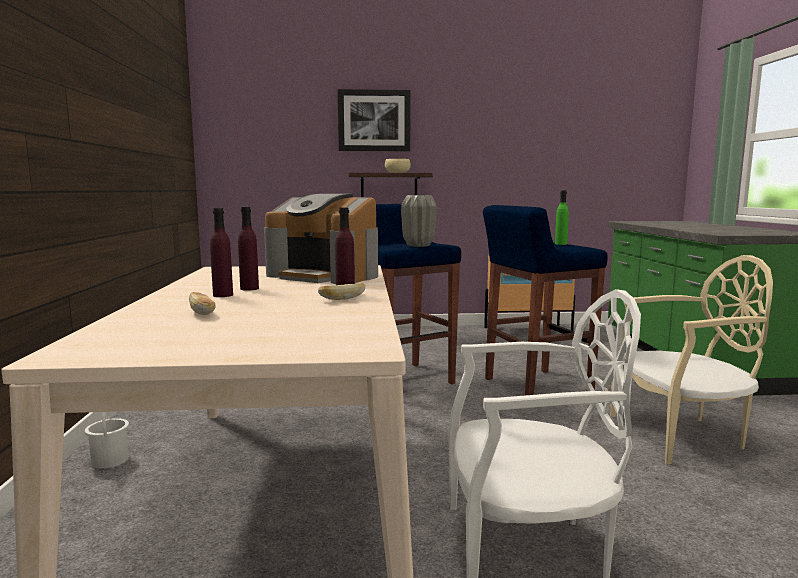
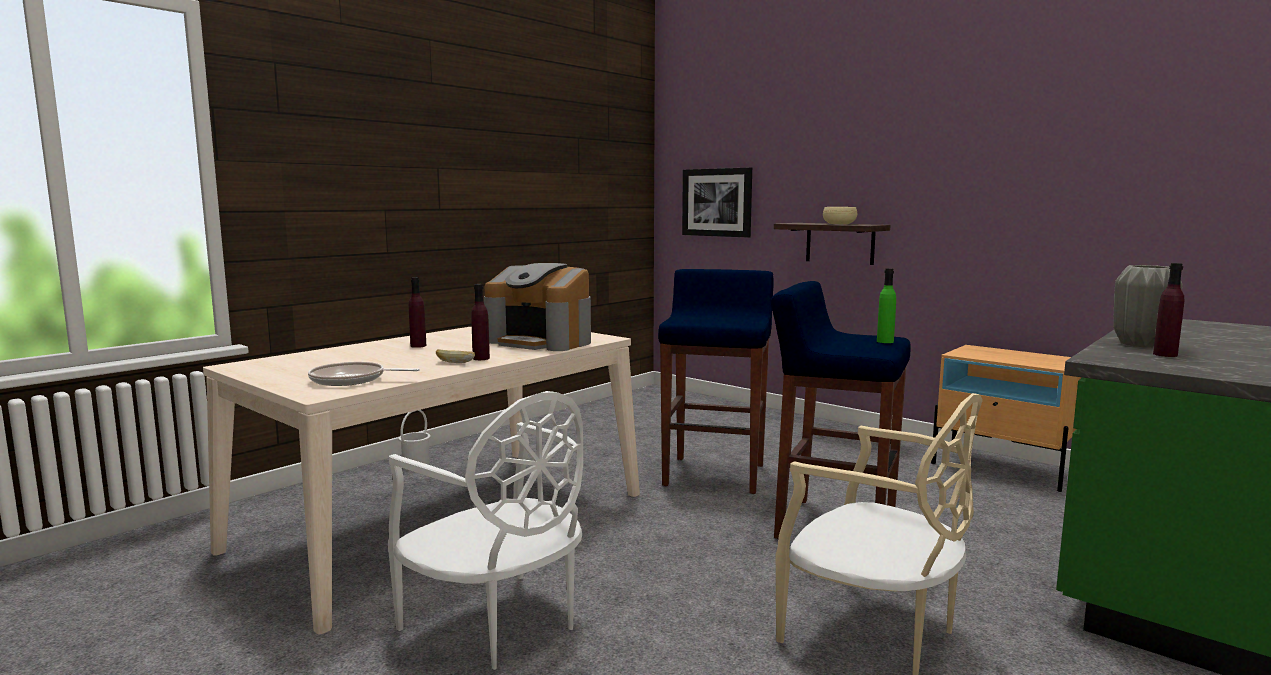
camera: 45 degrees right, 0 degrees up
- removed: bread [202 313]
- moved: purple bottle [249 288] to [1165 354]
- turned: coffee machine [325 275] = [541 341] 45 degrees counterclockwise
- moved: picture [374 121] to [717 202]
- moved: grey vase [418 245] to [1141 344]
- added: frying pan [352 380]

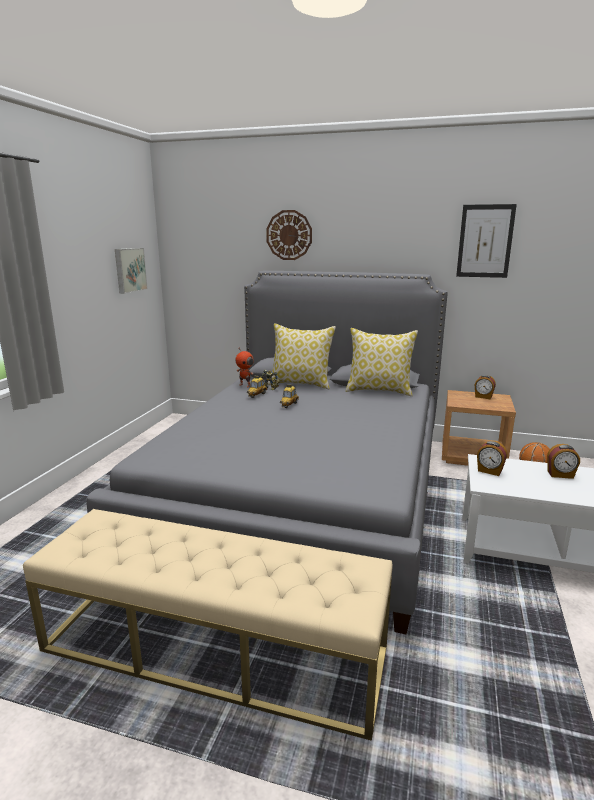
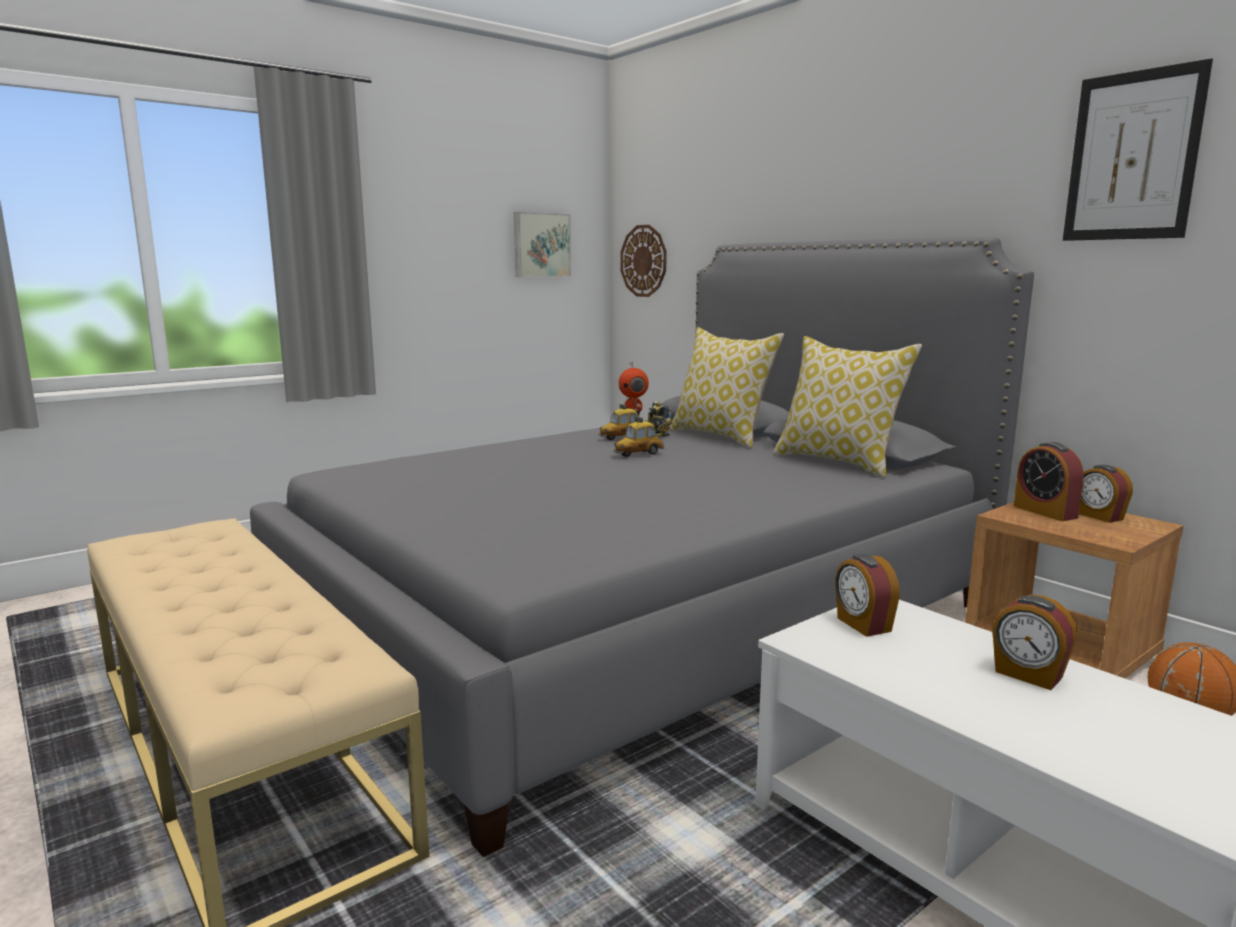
camera: 35 degrees right, 5 degrees down
- moved: wall clock [289 235] to [643 261]
- added: alarm clock [1045 512]

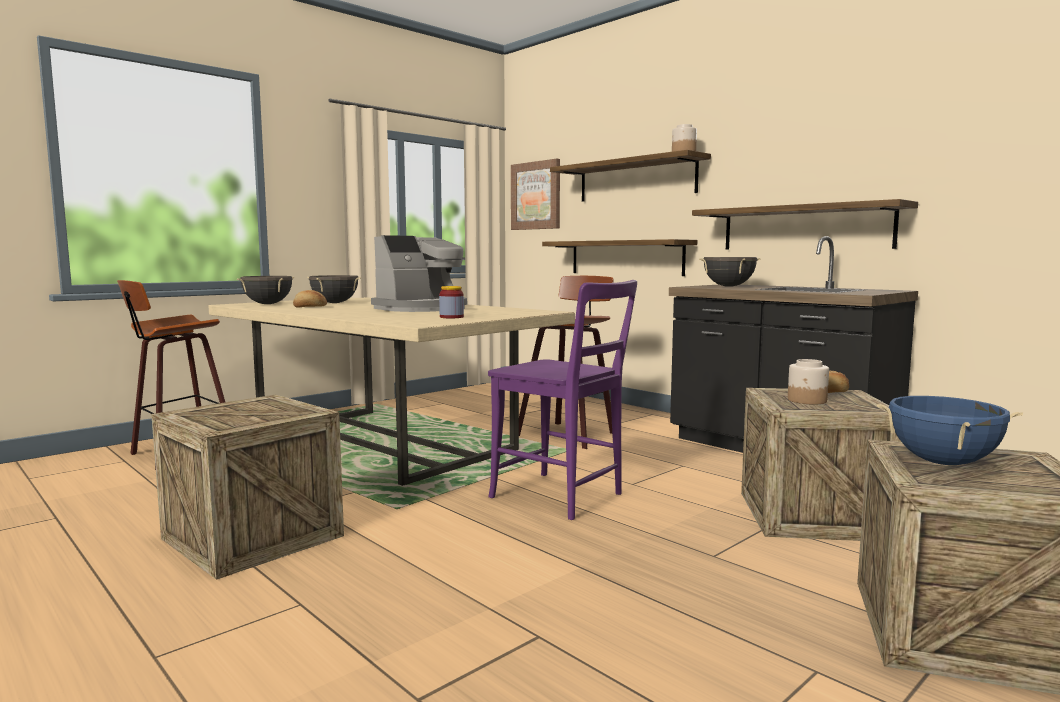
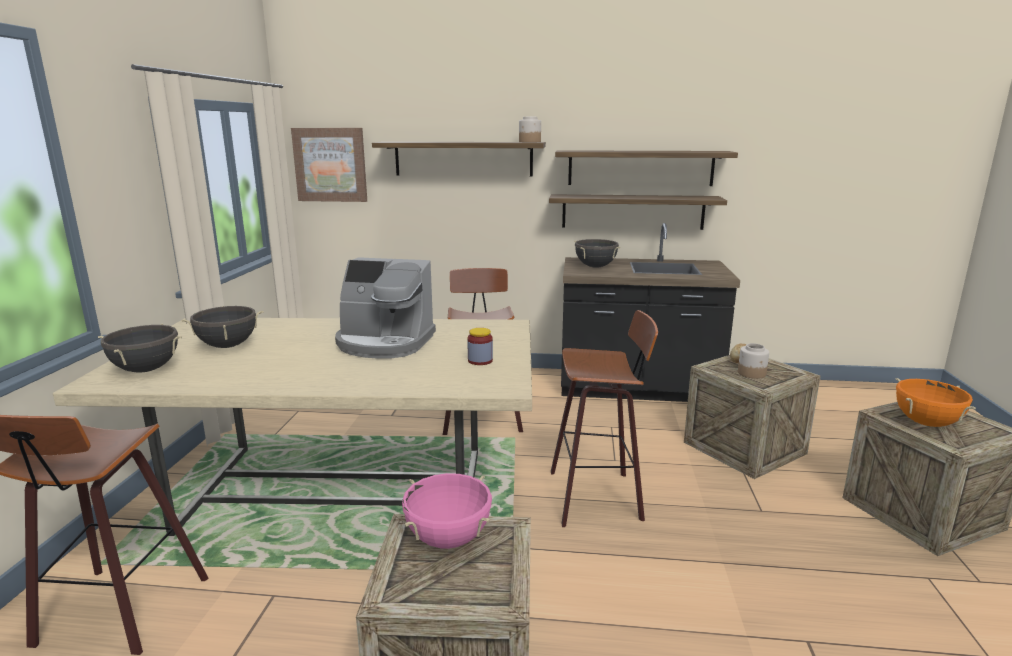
camera: 40 degrees left, 10 degrees up
- removed: bread [310 307]
- turned: coffee machine [422 309] = [384 343] 90 degrees clockwise
- replaced: purple chair [562 497] to stool [598 496]
- moved: shelf [625 257] to [640 168]
- recoloured: blue cooking pot [942 462] to orange cooking pot [926 423]
- added: pink cooking pot [448 539]

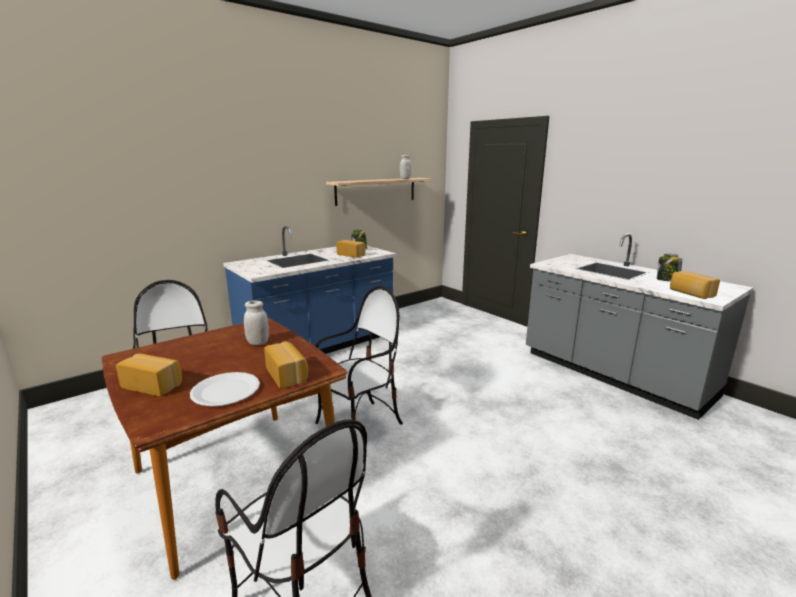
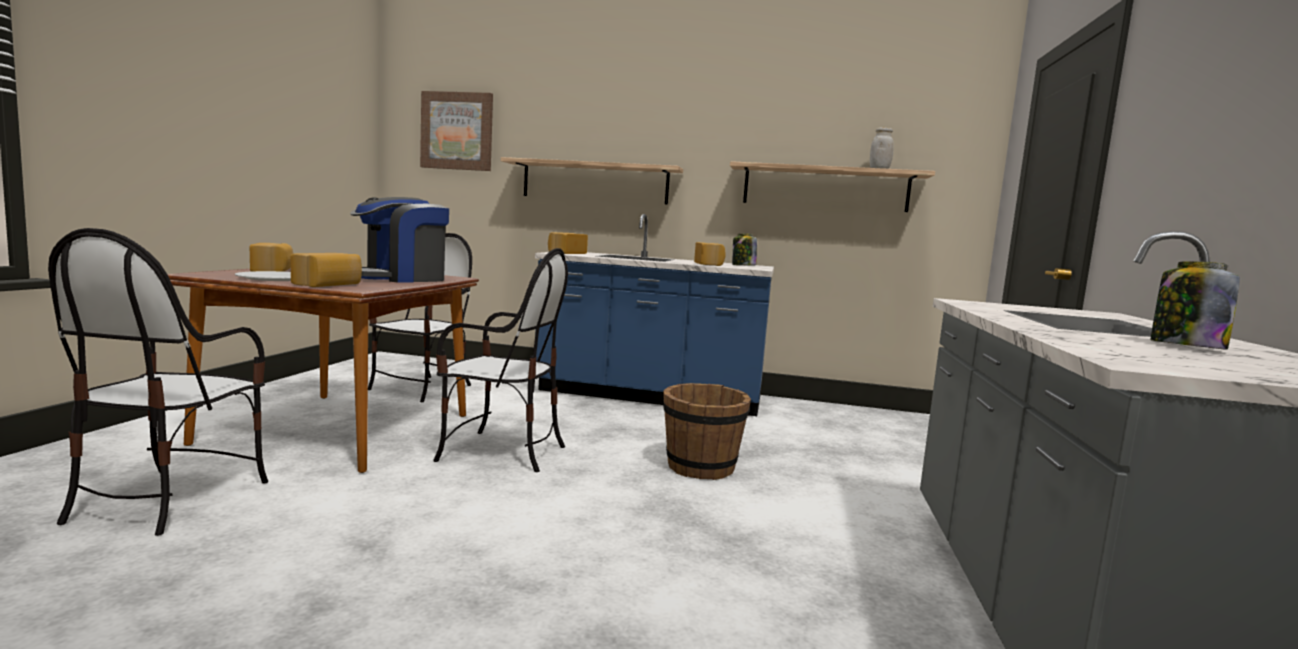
camera: 50 degrees right, 10 degrees down
- replaced: white jar [258 343] to coffee machine [400 278]
- moved: bread [690 293] to [566 253]
- added: picture [457 131]
- added: shelf [595 182]
- added: brown bucket [700 467]

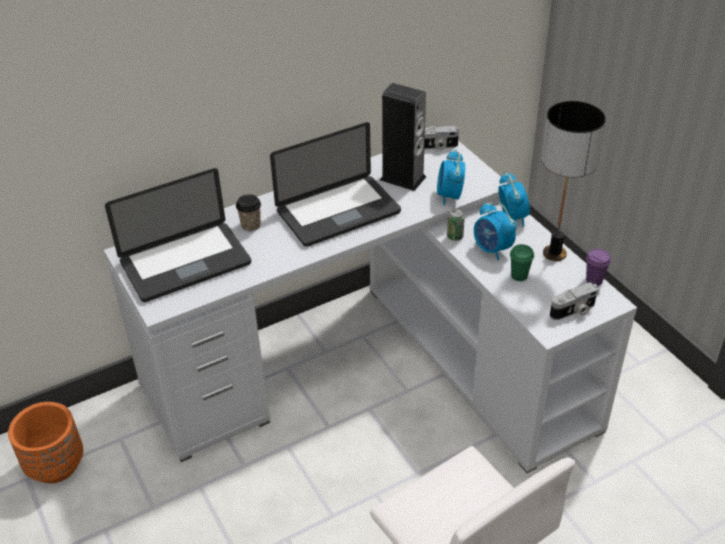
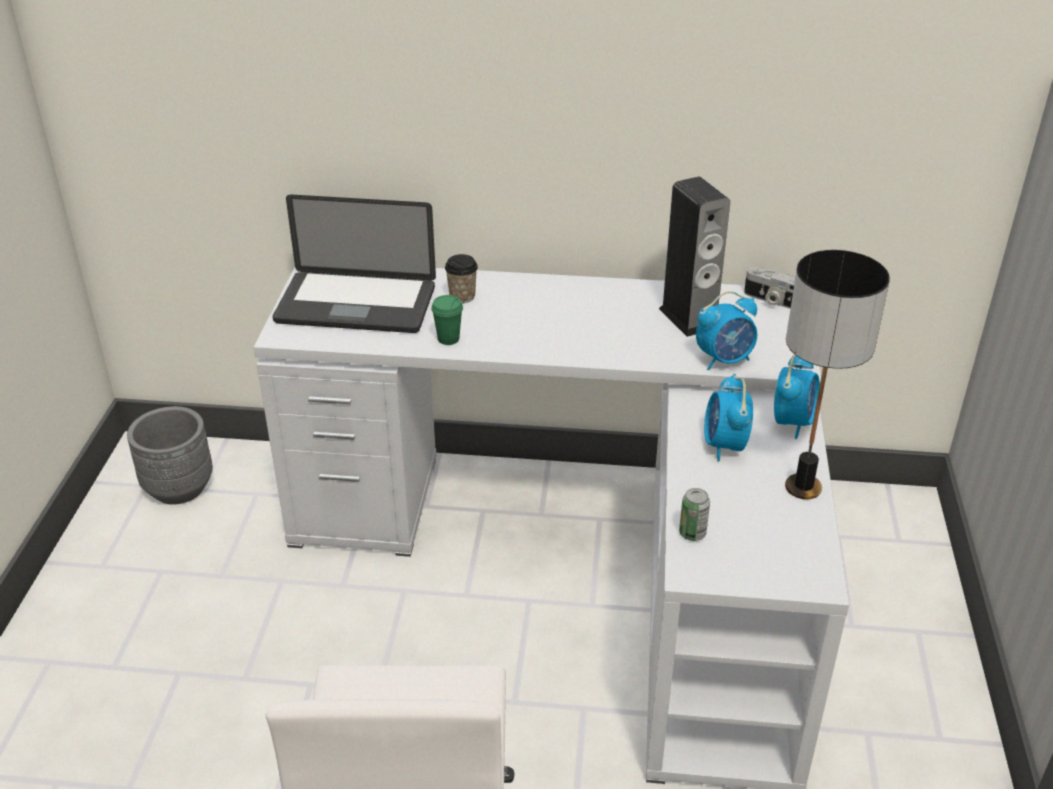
camera: 35 degrees right, 5 degrees down
- recoloured: orange planter [56 466] to grey planter [178 488]
- removed: laptop [338 212]
- turned: alarm clock [450 196] = [724 360] 150 degrees counterclockwise
- moved: can [455 236] to [692 533]
- moved: green cup [519 276] to [448 339]
- removed: photo camera [573 311]
- removed: purple cup [594 280]

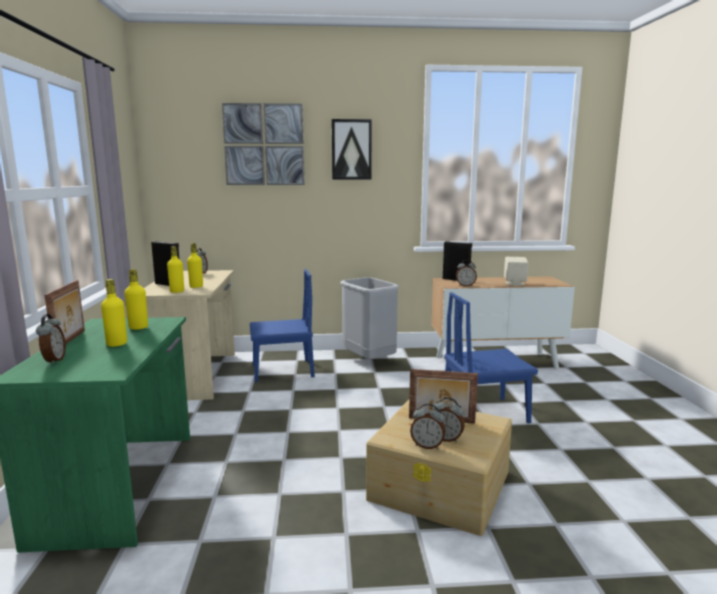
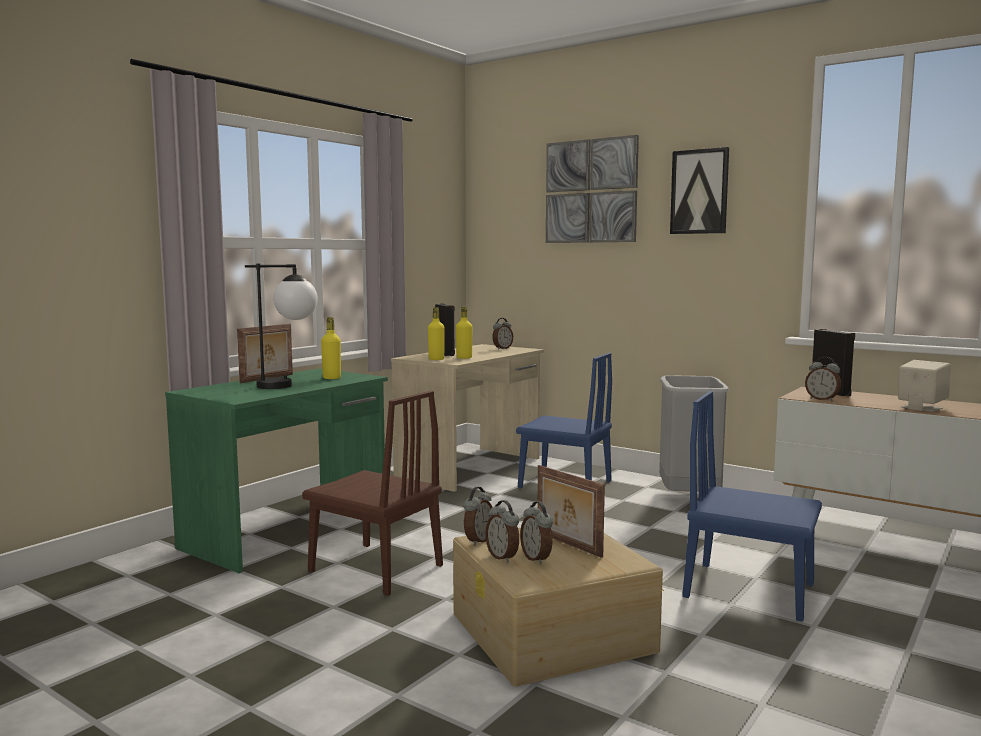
camera: 40 degrees right, 5 degrees down
- moved: alarm clock [53 361] to [478 540]
- replaced: yellow bottle [117 344] to table lamp [288 385]
- added: brown chair [375 568]

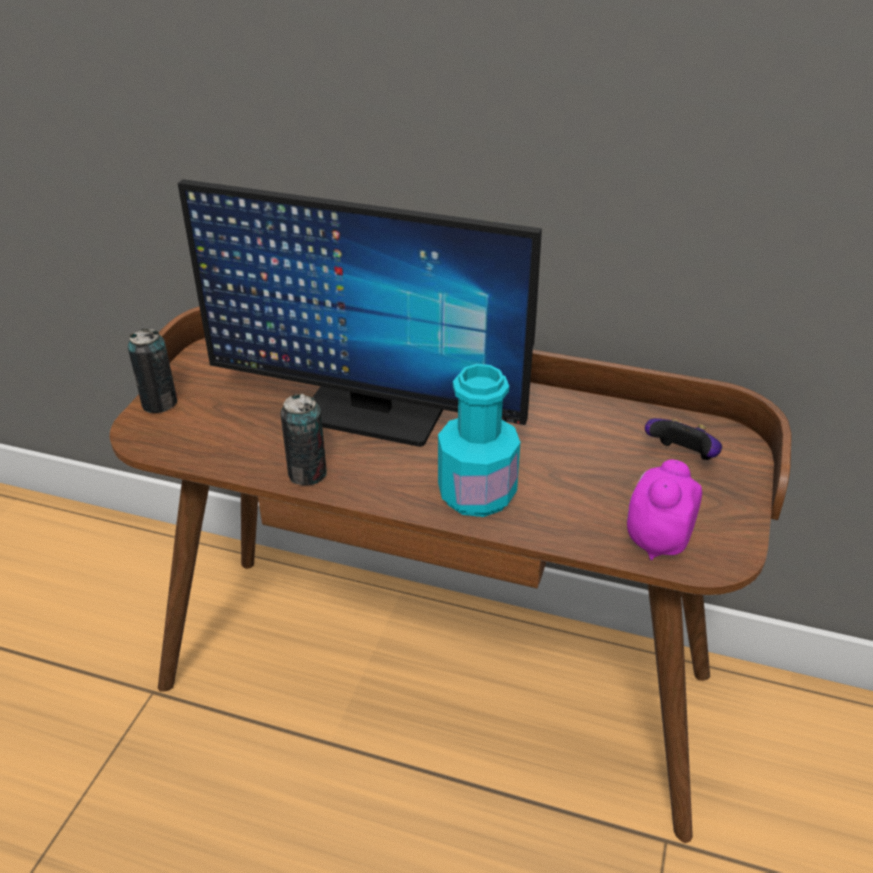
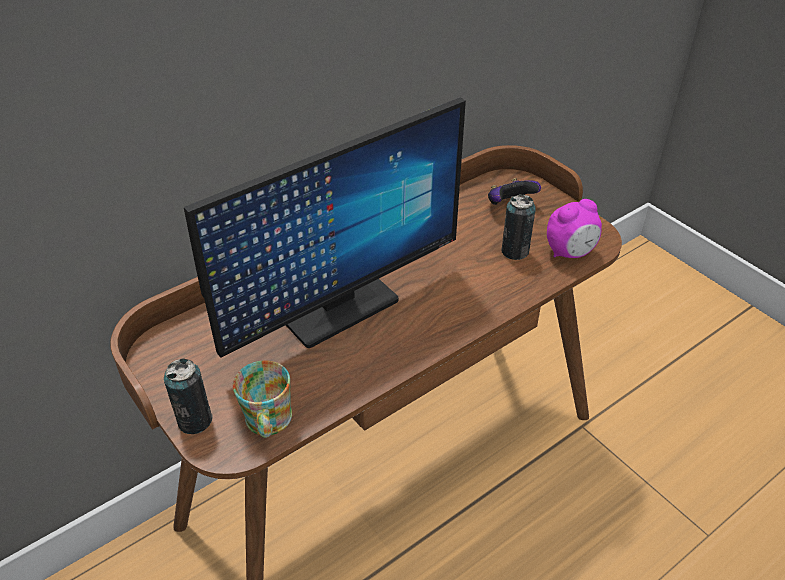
camera: 55 degrees left, 5 degrees up
- moved: can [307 474] to [515 251]
- removed: turquoise bottle [477 494]
- turned: alarm clock [656 541] = [570 252] 90 degrees counterclockwise
- added: mug [267 423]

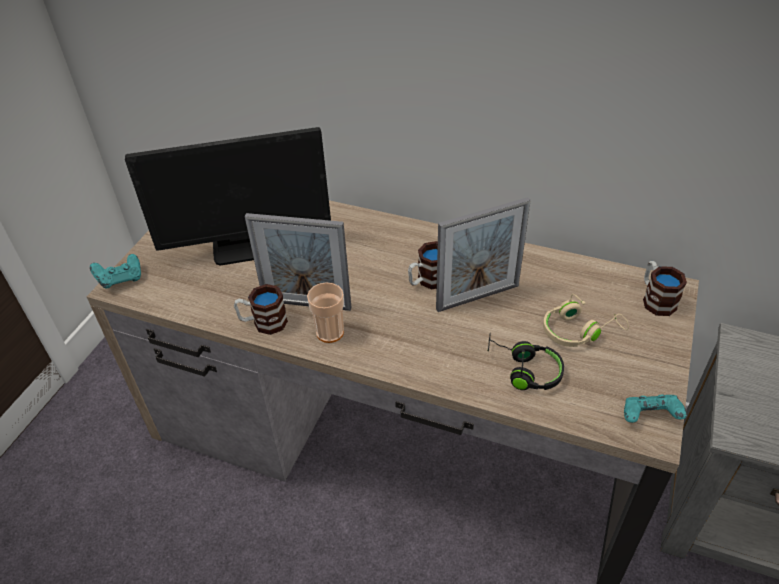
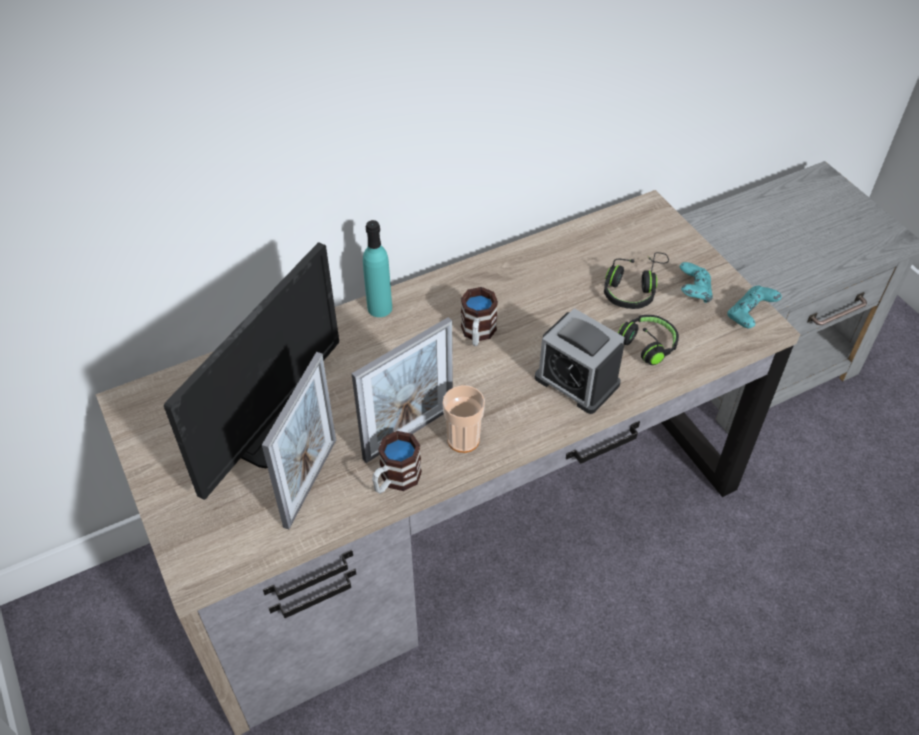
camera: 50 degrees left, 5 degrees up
- moved: turquoise game controller [121 280] to [693 292]
- moved: picture frame [477 297] to [310 482]
- recoloured: beige headphones [579 330] to black headphones [633 288]
- removed: mug [655 299]
- added: turquoise bottle [379 308]
- added: alarm clock [577 381]

